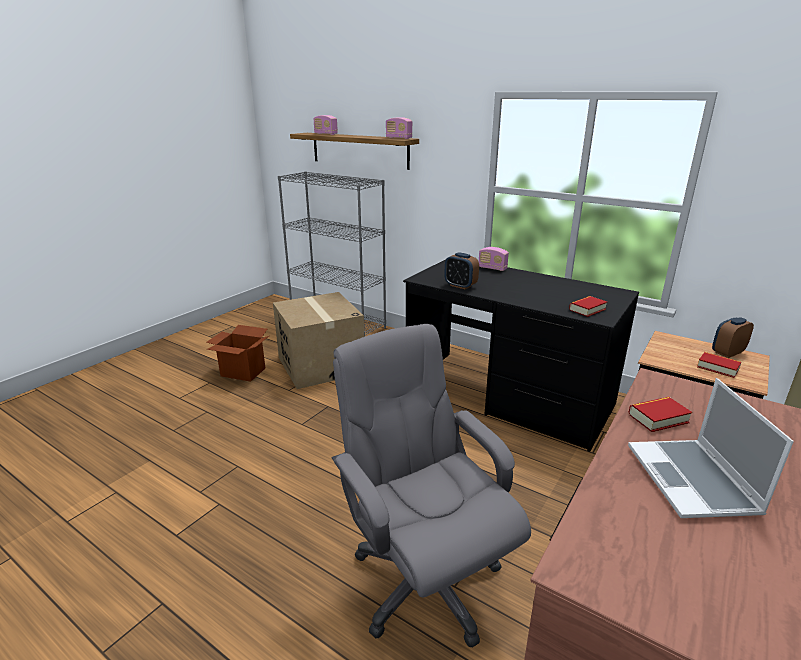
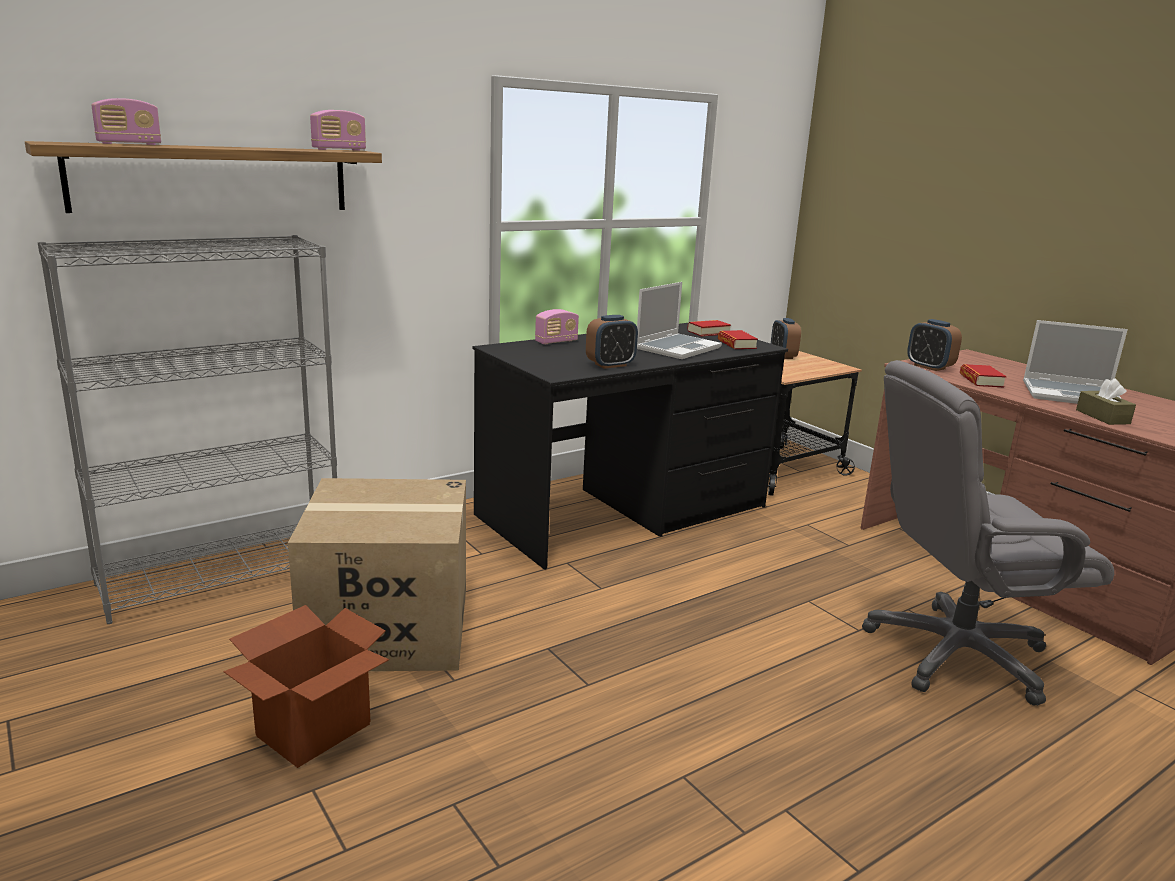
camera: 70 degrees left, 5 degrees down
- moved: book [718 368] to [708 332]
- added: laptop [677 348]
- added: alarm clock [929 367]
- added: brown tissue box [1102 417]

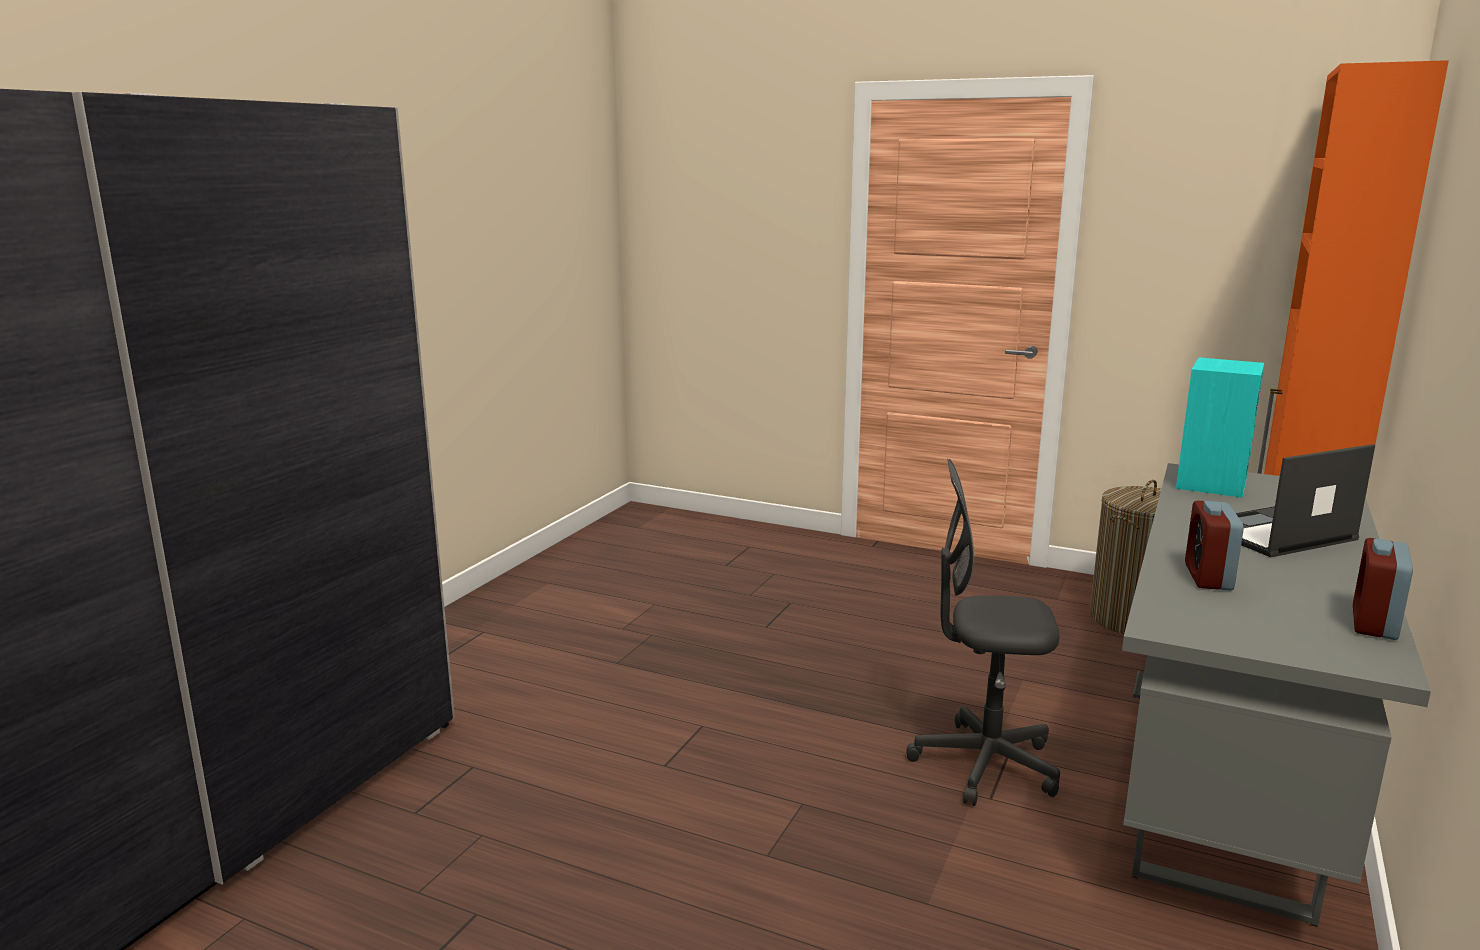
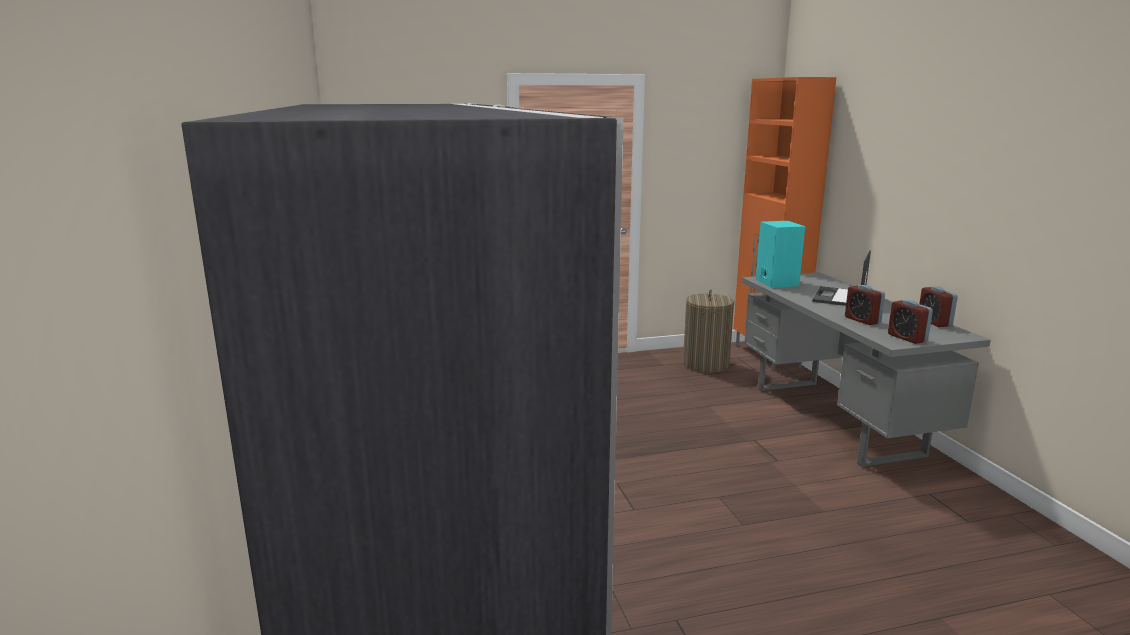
camera: 40 degrees left, 0 degrees up
- removed: grey office chair [985 765]
- added: alarm clock [907 338]

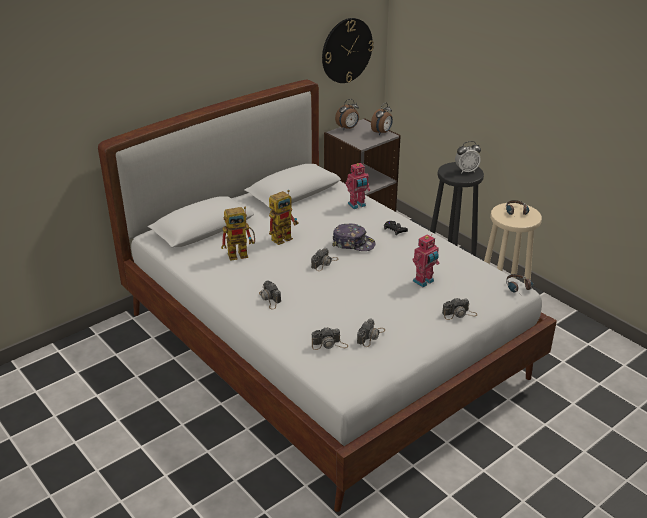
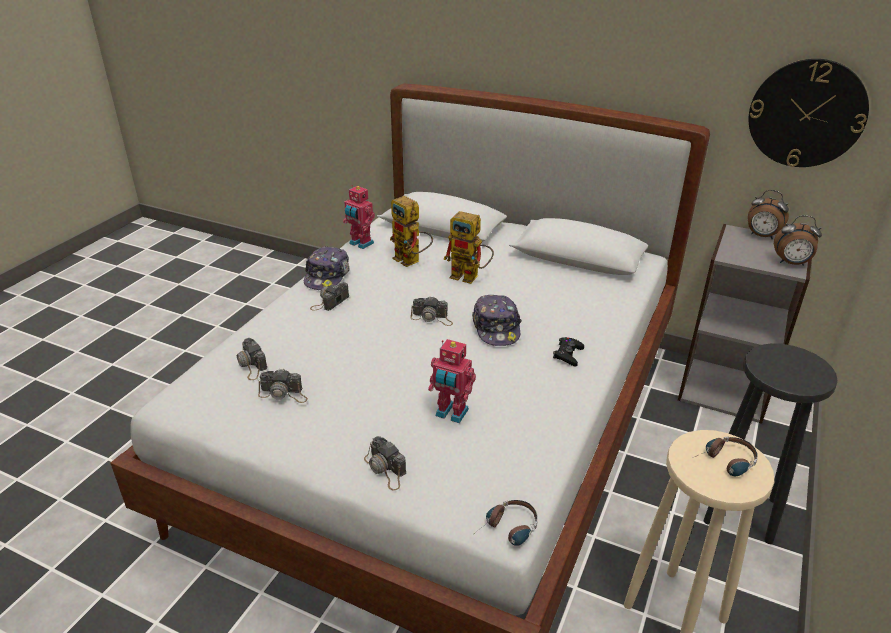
camera: 65 degrees right, 0 degrees up
- moved: toy robot [357 205] to [360 244]
- removed: alarm clock [466 171]
- added: cap [327 276]

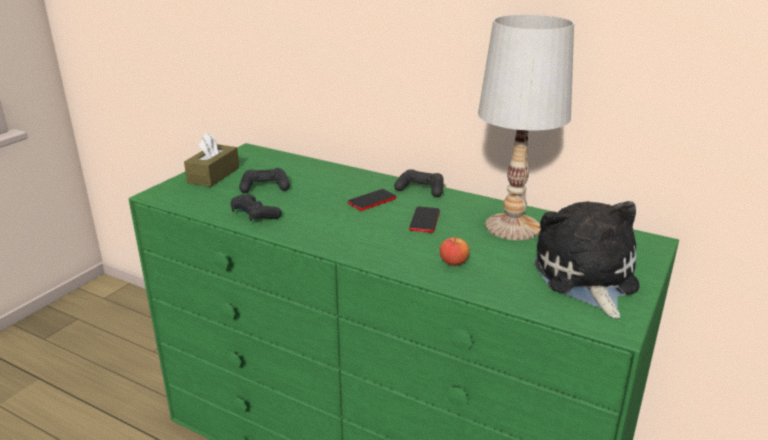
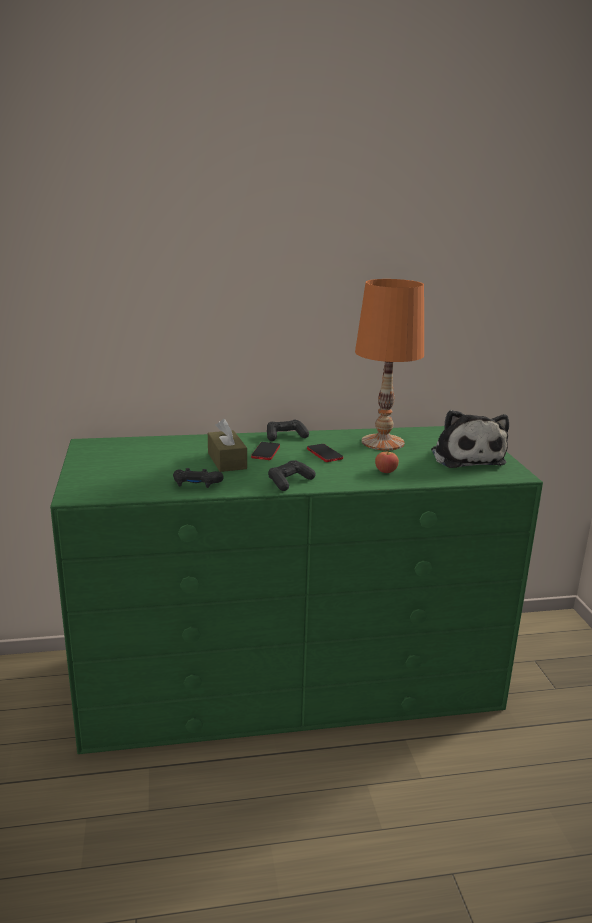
camera: 40 degrees left, 5 degrees down
- moved: brown tissue box [213 175] to [227 461]
- moved: black game controller [265 187] to [290 482]
- recoloured: white table lamp [511 227] to orange table lamp [382 442]
- turned: plush toy [586 278] = [466 457] 150 degrees counterclockwise

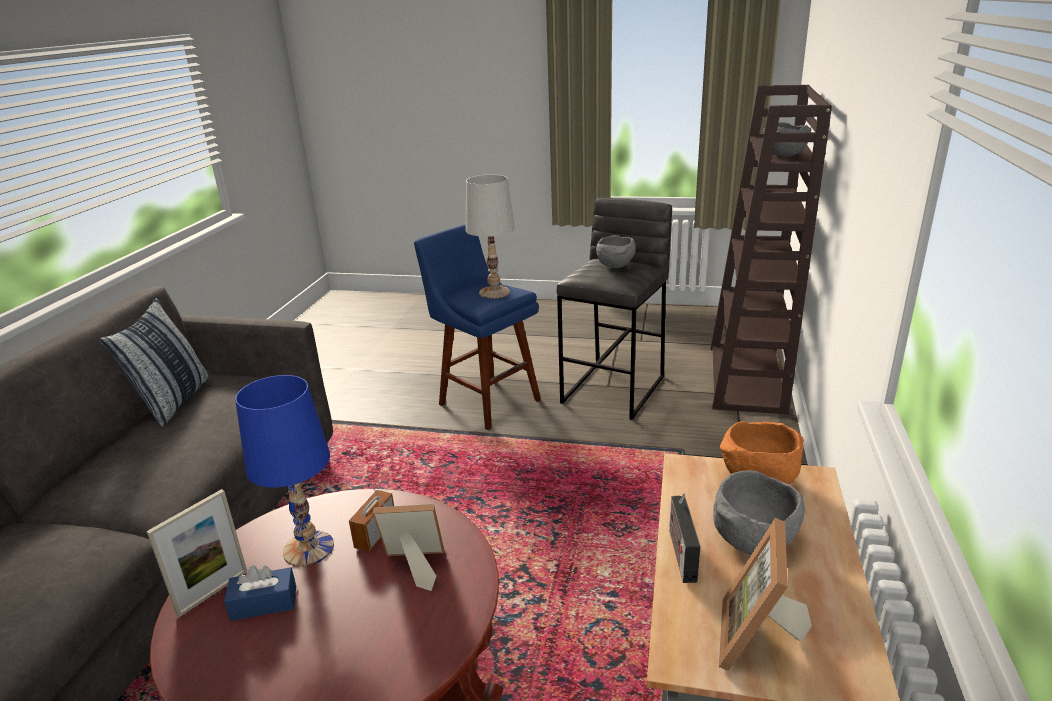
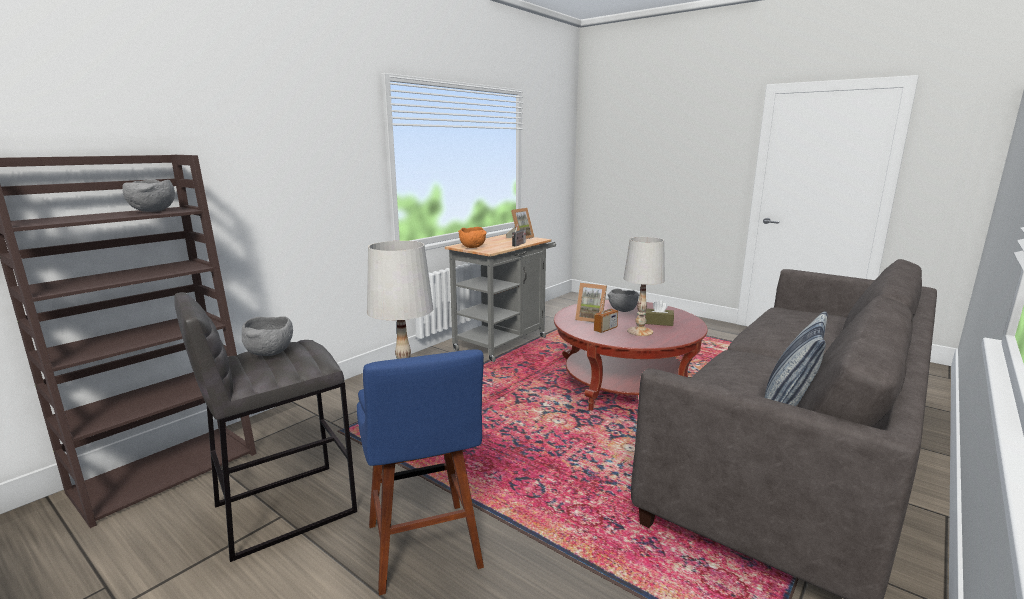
camera: 155 degrees left, 10 degrees down
- removed: picture frame [213 592]
- recoloured: blue tissue box [264 603] to brown tissue box [658 322]
- recoloured: blue table lamp [309 549] to white table lamp [639 331]
- moved: grey bowl [754 541] to [622 310]

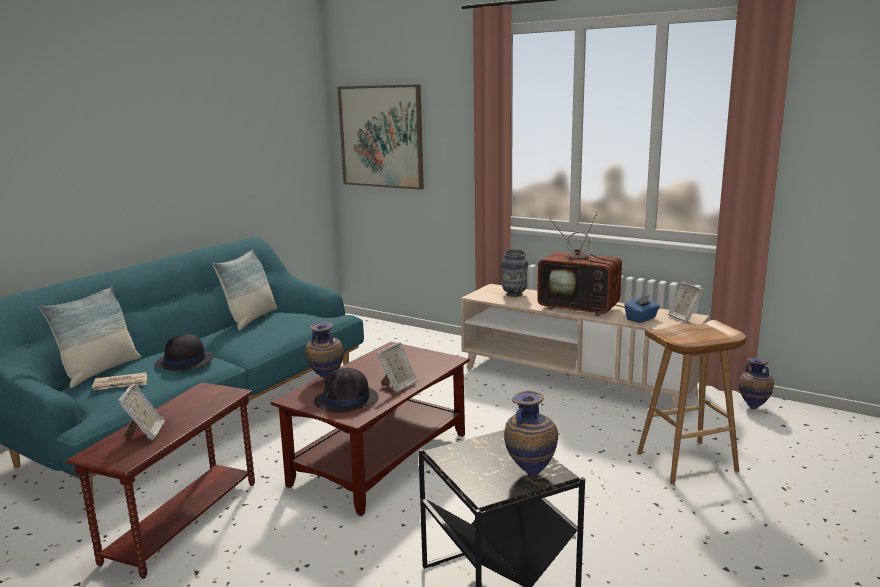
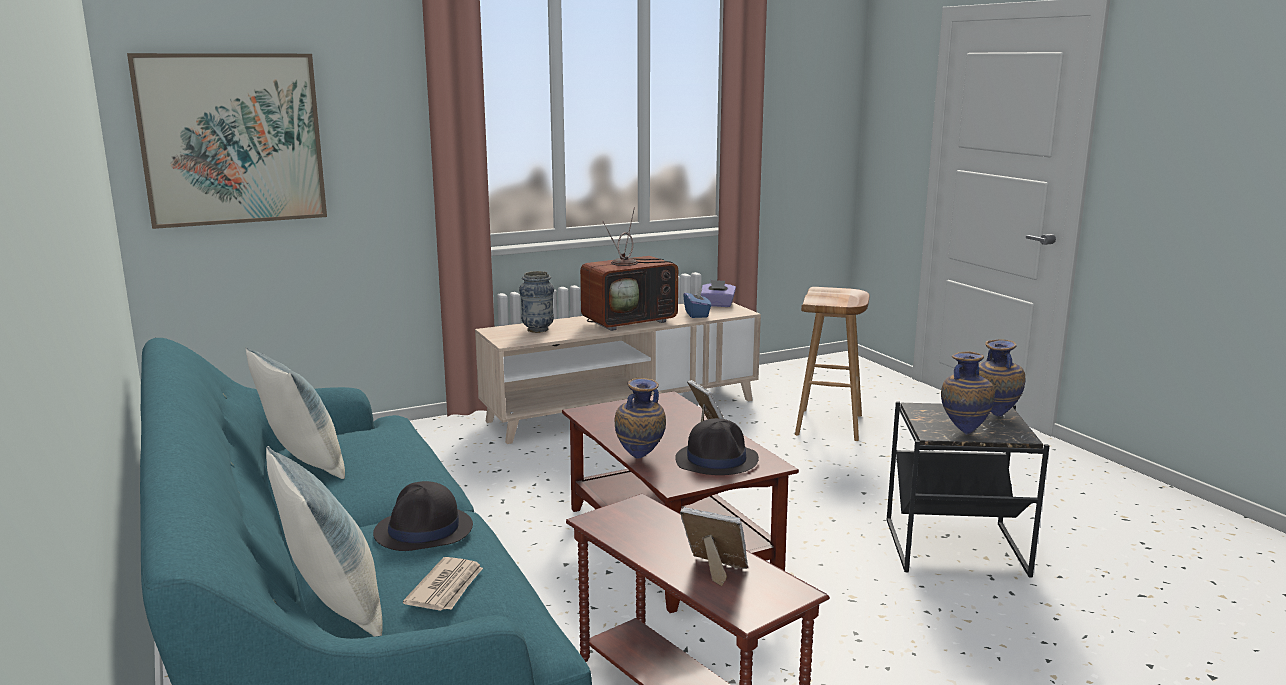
camera: 60 degrees left, 0 degrees up
- replaced: picture frame [683 318] to purple tissue box [717 305]
- moved: vase [753 407] to [963 431]

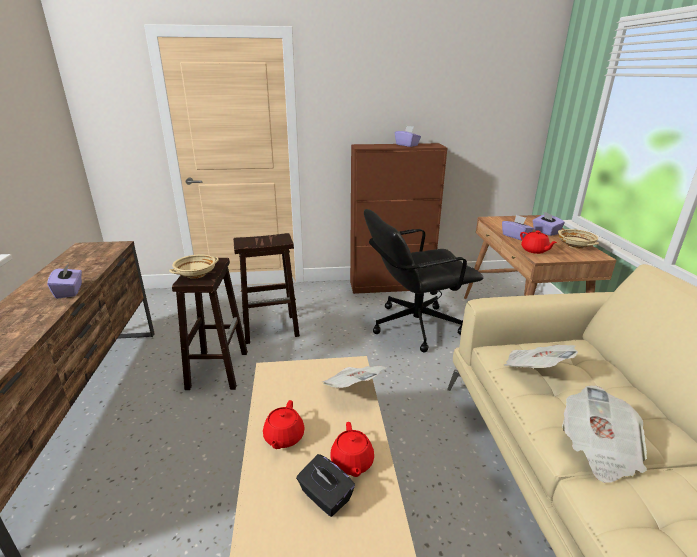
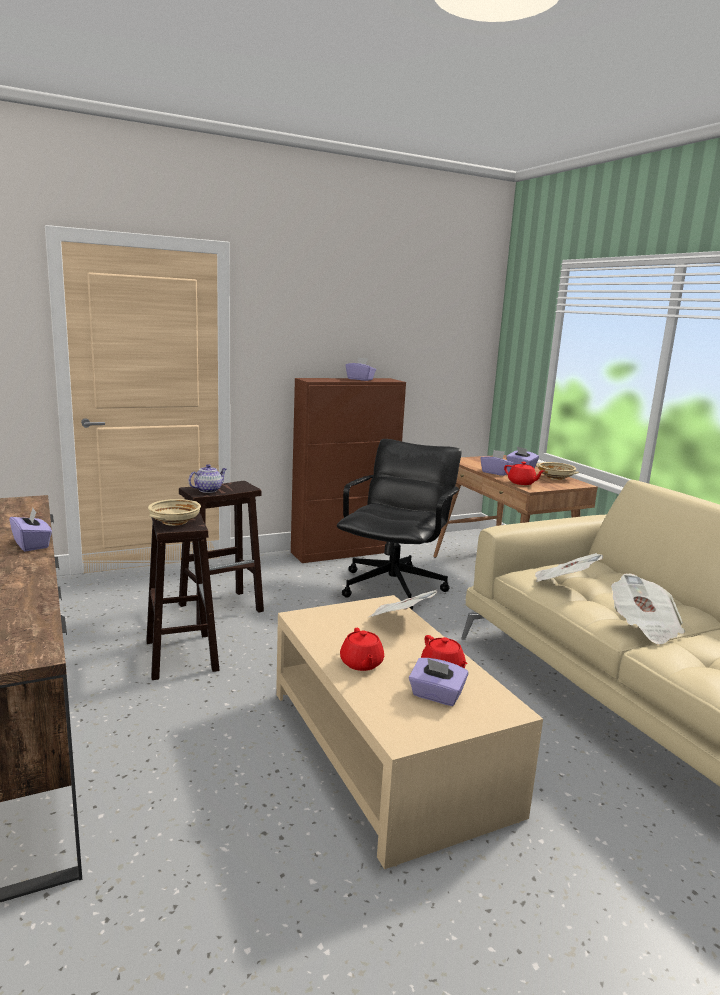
camera: 20 degrees left, 10 degrees down
- recoloured: black tissue box [325 497] to purple tissue box [436 695]
- turned: black office chair [414 325] = [394 587] 150 degrees clockwise
- added: teapot [208 490]

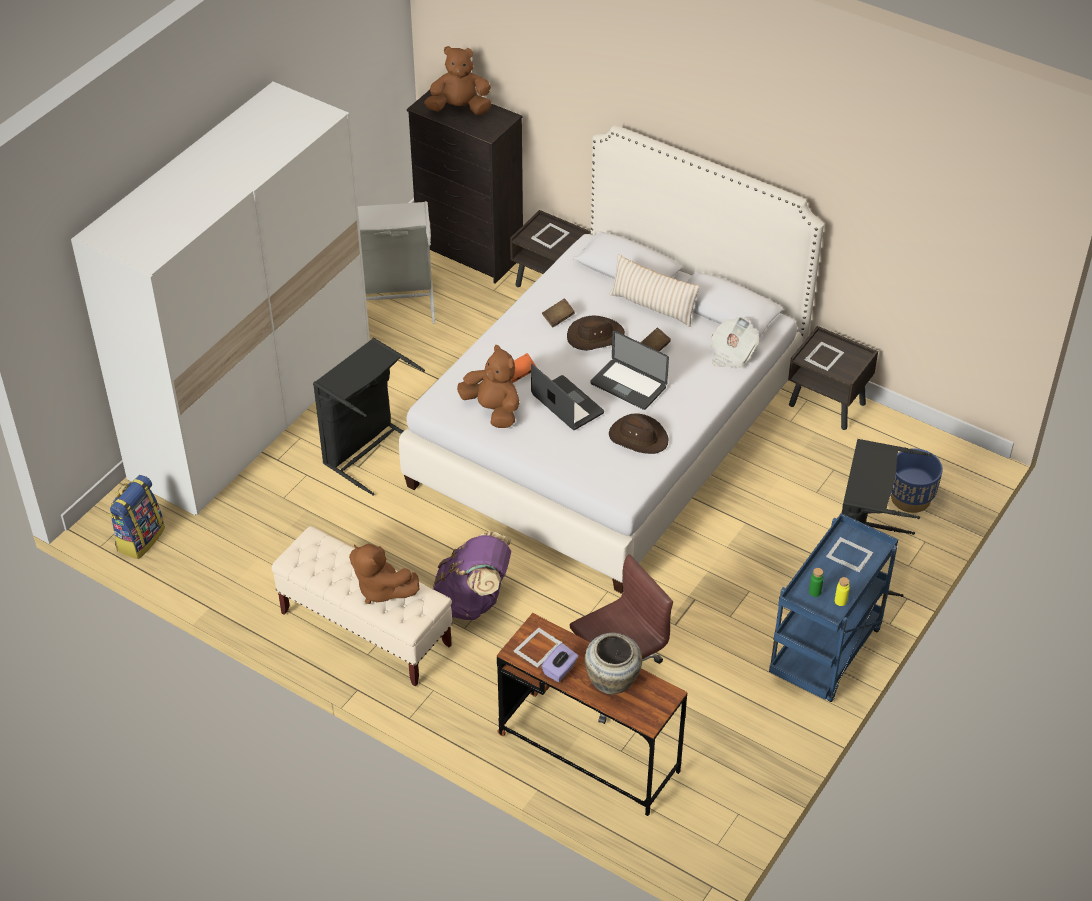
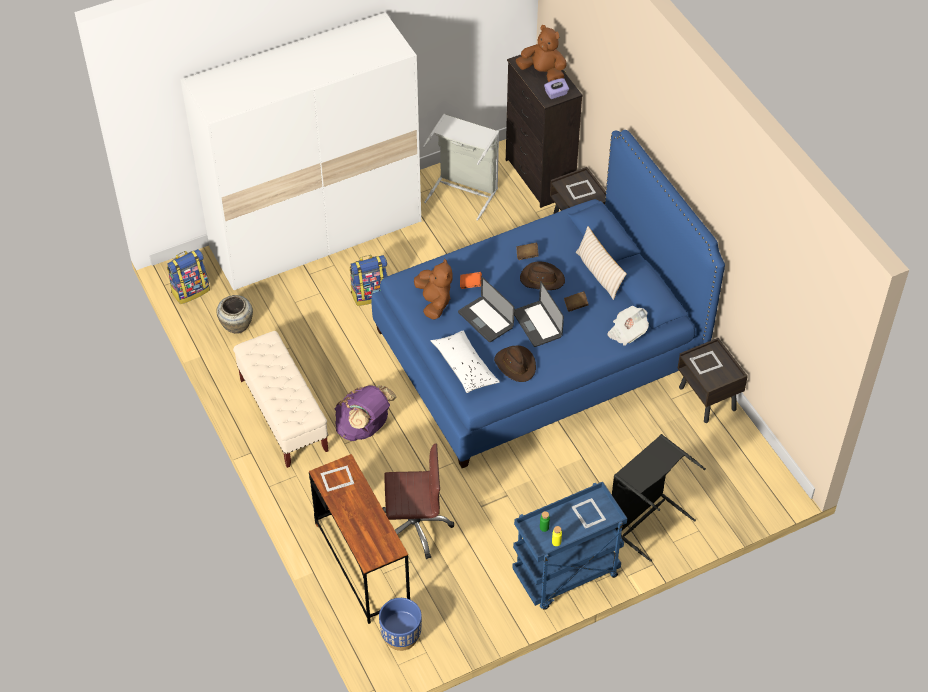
camera: 30 degrees right, 5 degrees up
- replaced: black laundry basket [369 452] to backpack [370 294]
- removed: brown plush toy [381 589]
- recoloured: white bed [608 429] to blue bed [539 348]
- turned: laptop [567 404] = [485 320] 150 degrees clockwise
- moved: purple tissue box [560 670] to [556 94]
- moved: beige vase [612 683] to [236 326]
- moved: blue planter [910 498] to [401 636]
- added: white pillow [465 367]

